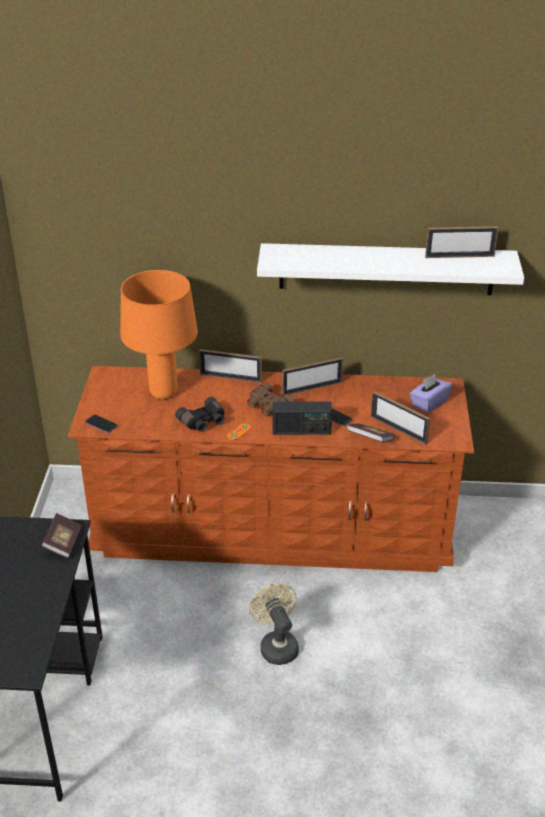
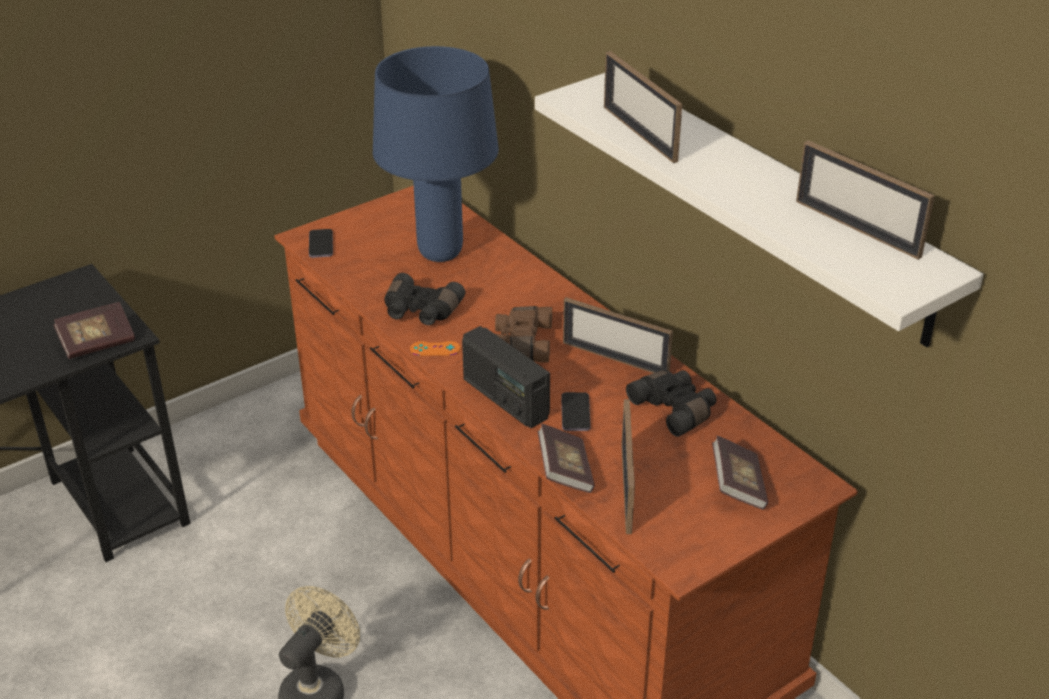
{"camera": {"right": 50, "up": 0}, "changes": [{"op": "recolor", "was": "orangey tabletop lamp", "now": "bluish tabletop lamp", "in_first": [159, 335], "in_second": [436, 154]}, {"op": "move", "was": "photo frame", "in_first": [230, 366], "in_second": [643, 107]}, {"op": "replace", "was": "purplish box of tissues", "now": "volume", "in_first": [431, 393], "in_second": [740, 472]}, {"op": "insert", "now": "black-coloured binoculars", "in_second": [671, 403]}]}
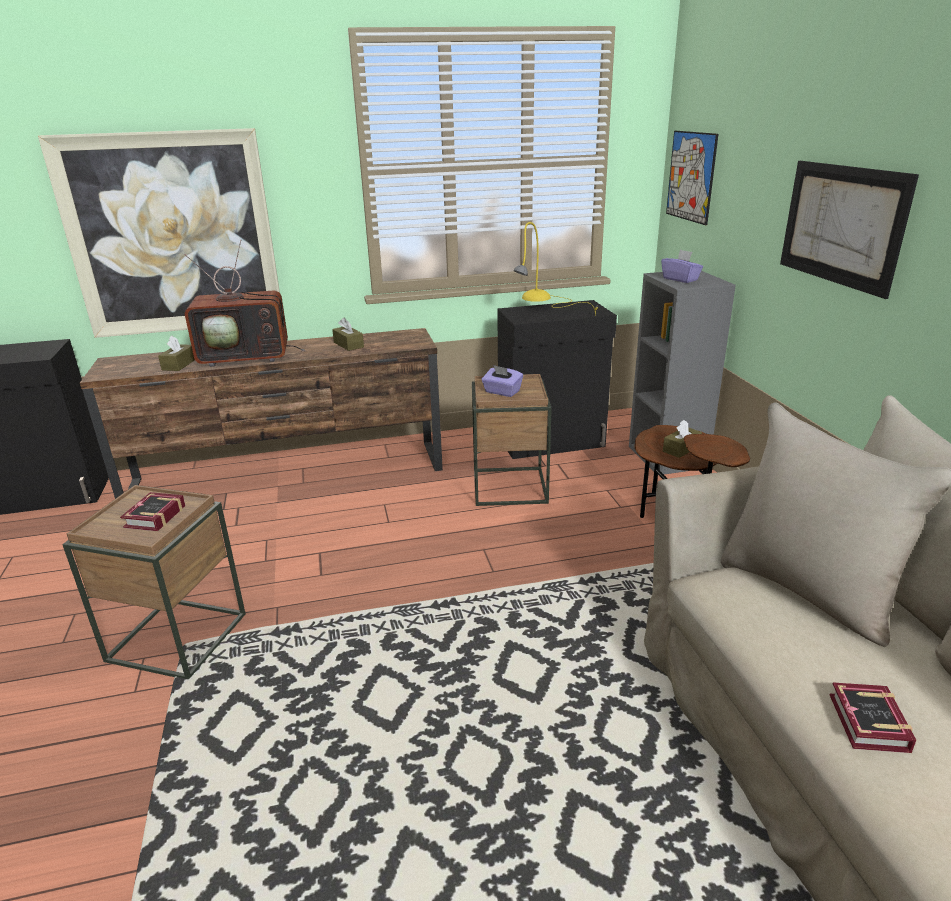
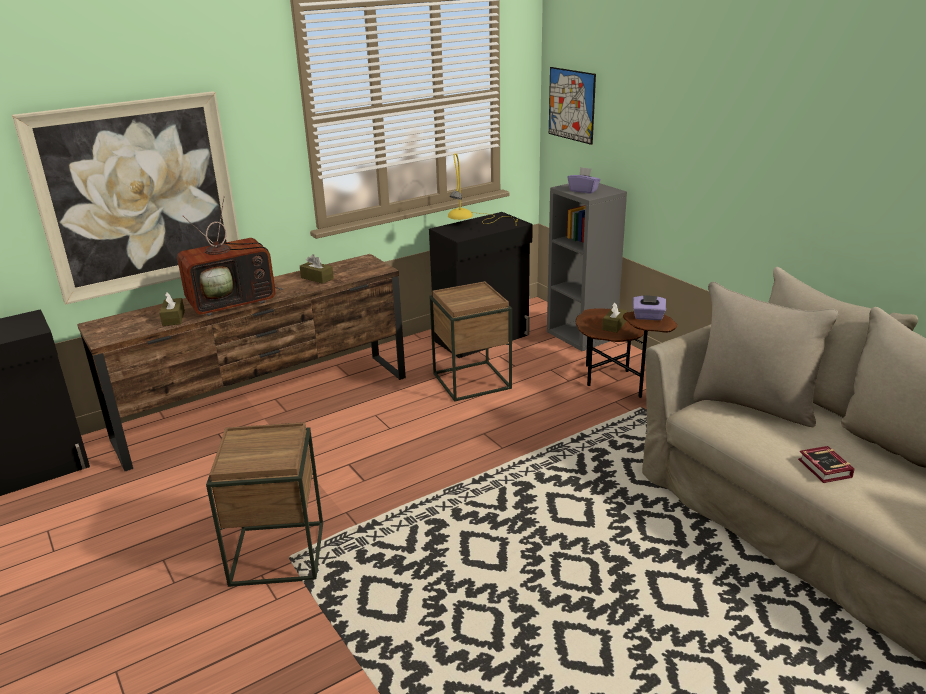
{"camera": {"right": -20, "up": 0}, "changes": [{"op": "delete", "was": "wall art", "in_first": [849, 230]}, {"op": "move", "was": "purplish box of tissues", "in_first": [502, 381], "in_second": [649, 307]}, {"op": "delete", "was": "volume", "in_first": [152, 511]}]}
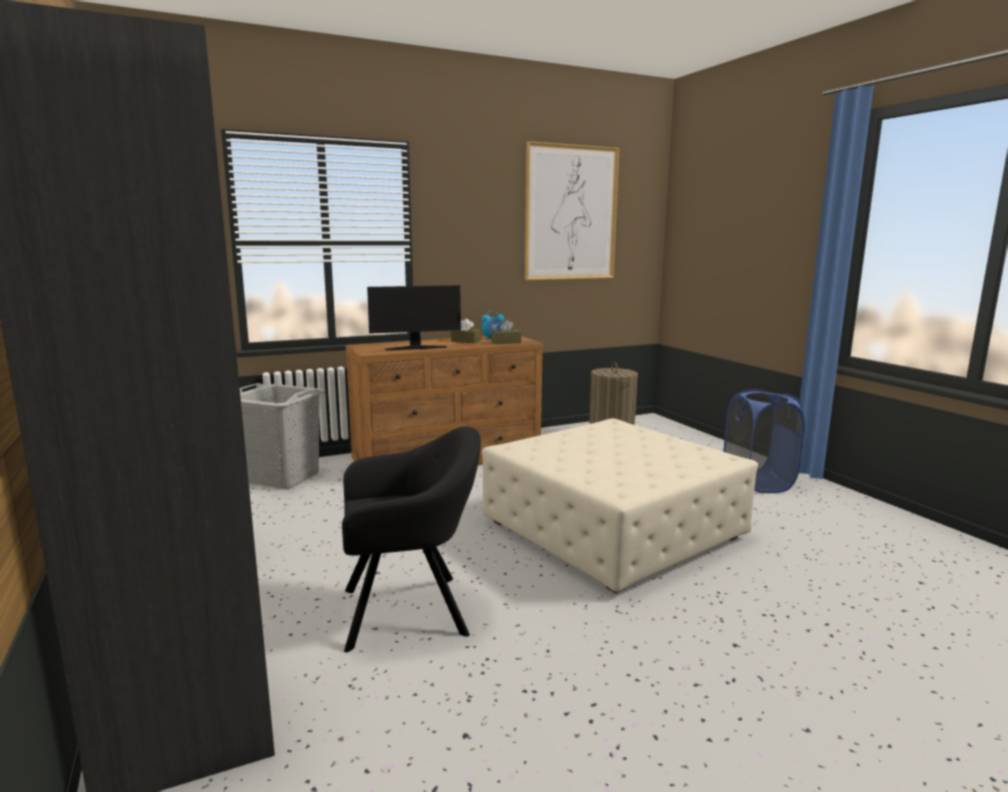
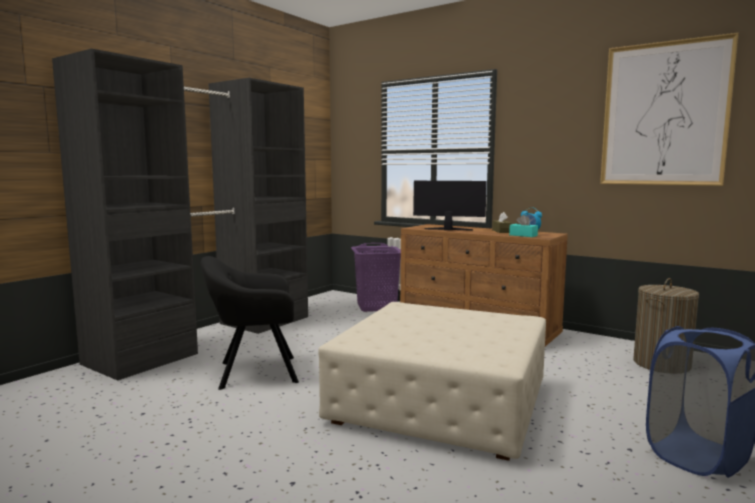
{"camera": {"right": 60, "up": -5}, "changes": [{"op": "rotate", "was": "computer screen", "in_first": [414, 317], "in_second": [450, 206], "clockwise": 150}, {"op": "recolor", "was": "brownish box of tissues", "now": "turquoise box of tissues", "in_first": [506, 332], "in_second": [523, 226]}, {"op": "recolor", "was": "grey washing basket", "now": "purplish washing basket", "in_first": [283, 436], "in_second": [376, 277]}, {"op": "rotate", "was": "black-coloured lounge chair", "in_first": [411, 539], "in_second": [250, 323], "clockwise": 120}]}
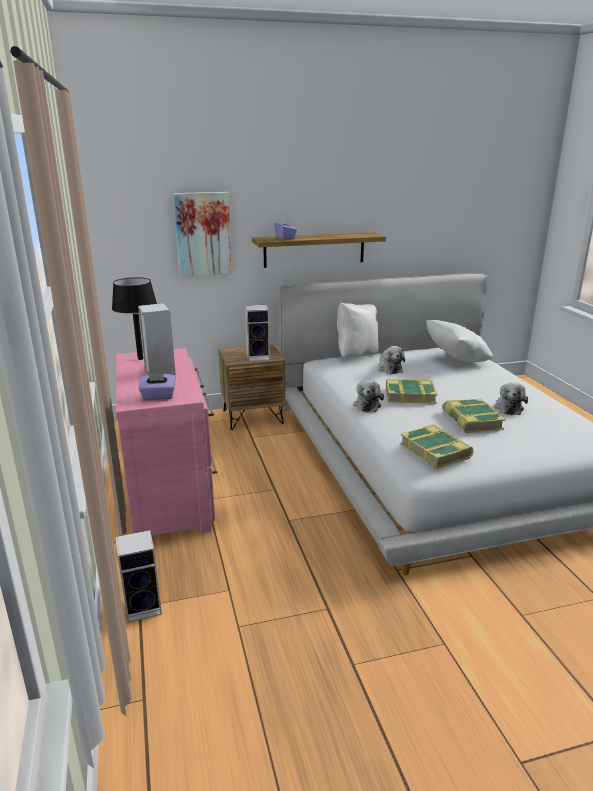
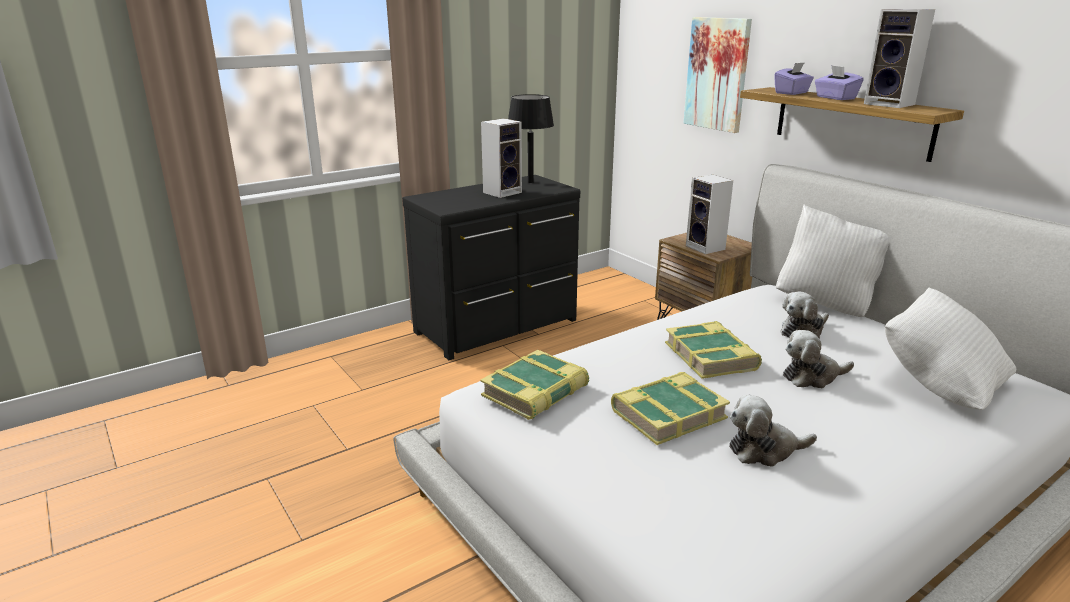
{"camera": {"right": 70, "up": 0}, "changes": [{"op": "recolor", "was": "pink chest of drawers", "now": "black-coloured chest of drawers", "in_first": [166, 442], "in_second": [491, 267]}, {"op": "move", "was": "purplish box of tissues", "in_first": [157, 386], "in_second": [839, 82]}, {"op": "move", "was": "soft toy", "in_first": [368, 396], "in_second": [818, 359]}, {"op": "move", "was": "speaker", "in_first": [139, 576], "in_second": [899, 58]}]}
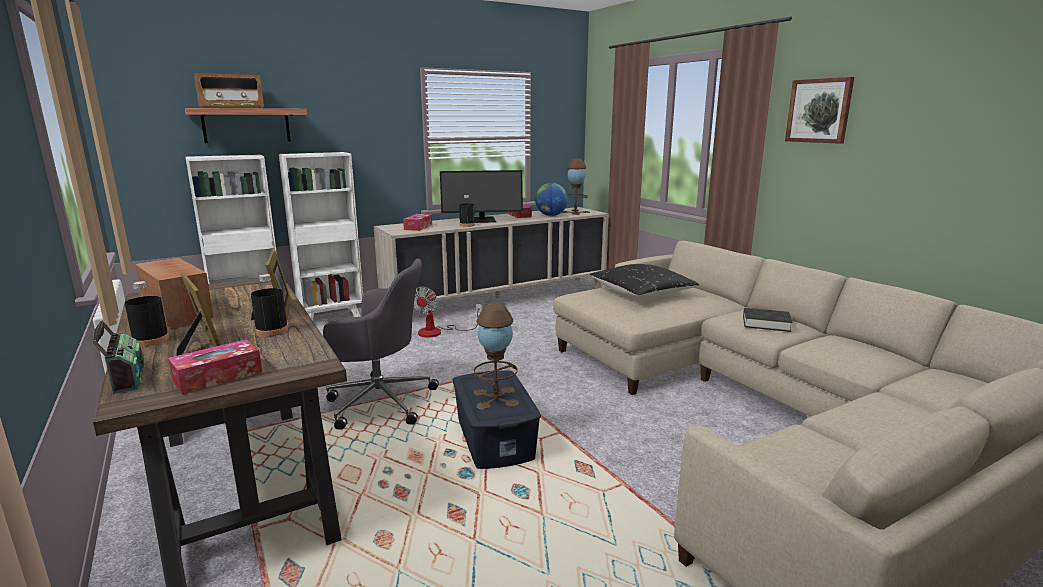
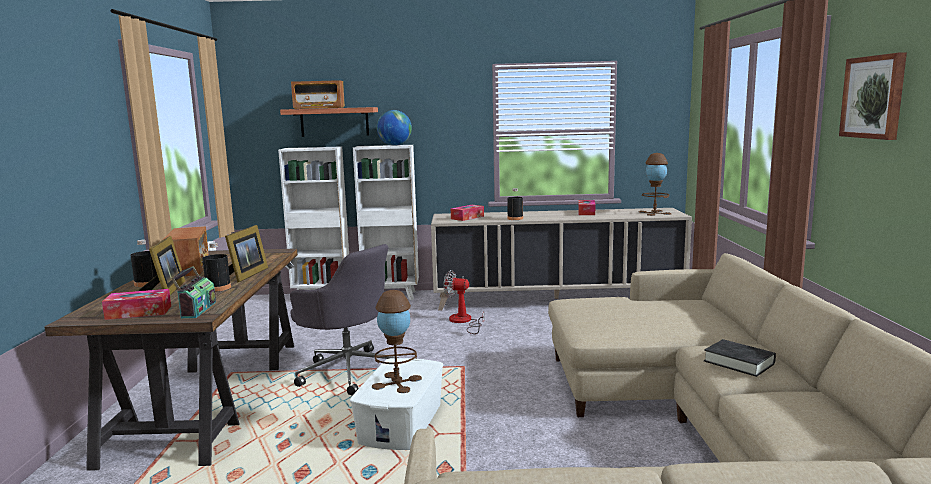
{"camera": {"right": 30, "up": -5}, "changes": [{"op": "delete", "was": "computer screen", "in_first": [481, 196]}, {"op": "move", "was": "world globe", "in_first": [551, 199], "in_second": [394, 128]}, {"op": "delete", "was": "black-coloured throw pillow", "in_first": [644, 280]}, {"op": "rotate", "was": "fan", "in_first": [447, 312], "in_second": [464, 302], "clockwise": 60}, {"op": "move", "was": "radio", "in_first": [118, 357], "in_second": [194, 292]}, {"op": "recolor", "was": "bluish storage container", "now": "white-coloured storage container", "in_first": [497, 419], "in_second": [397, 404]}]}
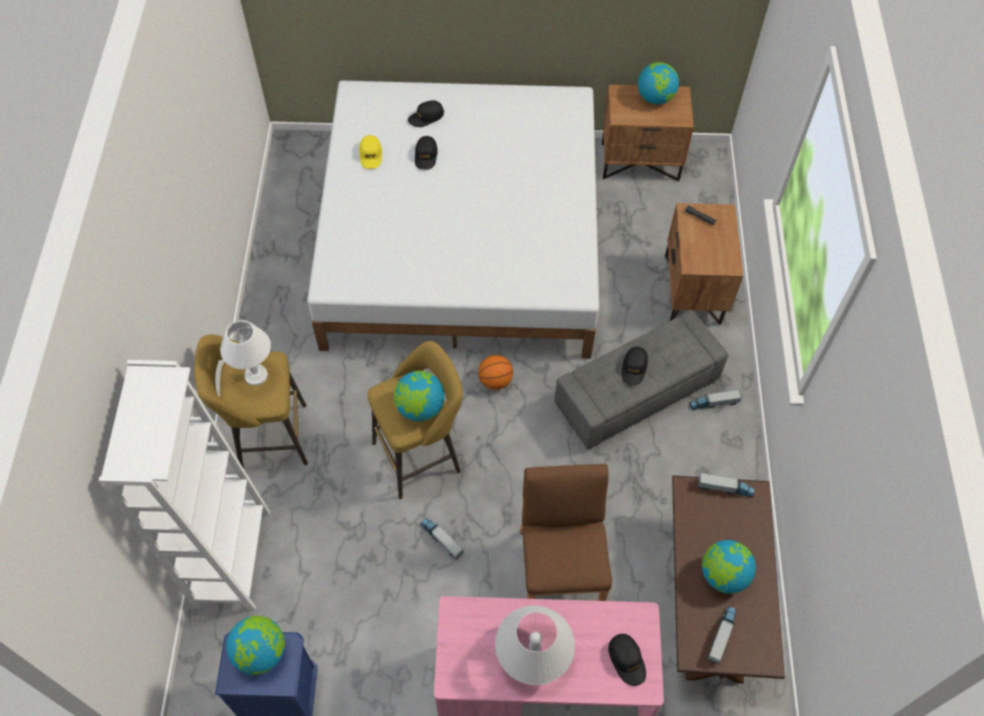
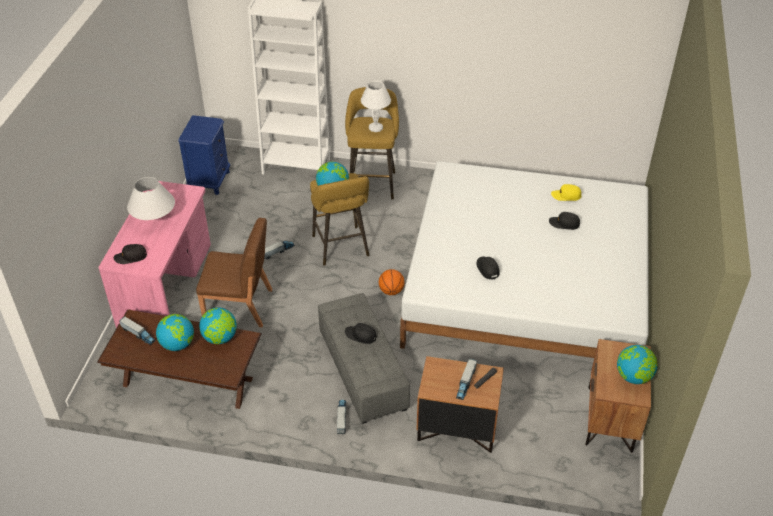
{"camera": {"right": 100, "up": -15}, "changes": [{"op": "move", "was": "black-coloured baseball cap", "in_first": [426, 113], "in_second": [488, 268]}, {"op": "move", "was": "model truck", "in_first": [726, 485], "in_second": [466, 379]}, {"op": "move", "was": "world globe", "in_first": [255, 645], "in_second": [218, 326]}]}
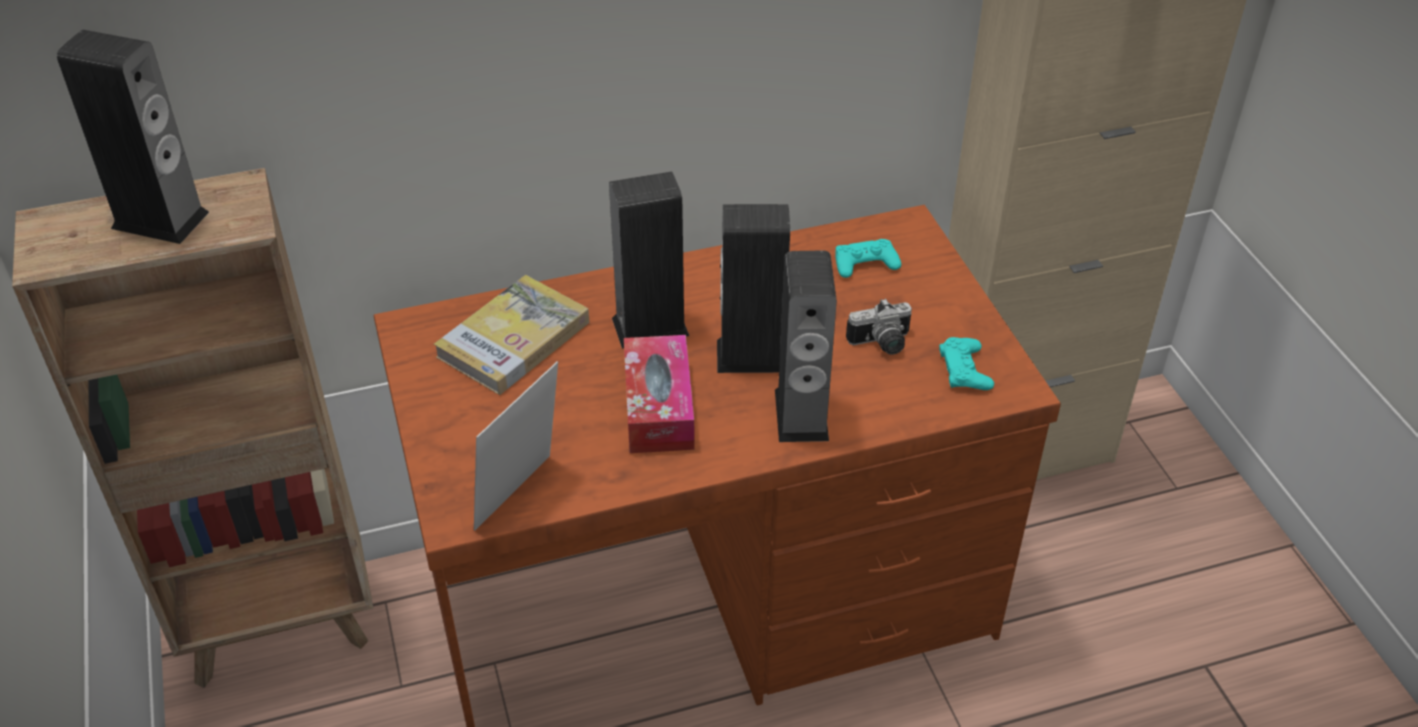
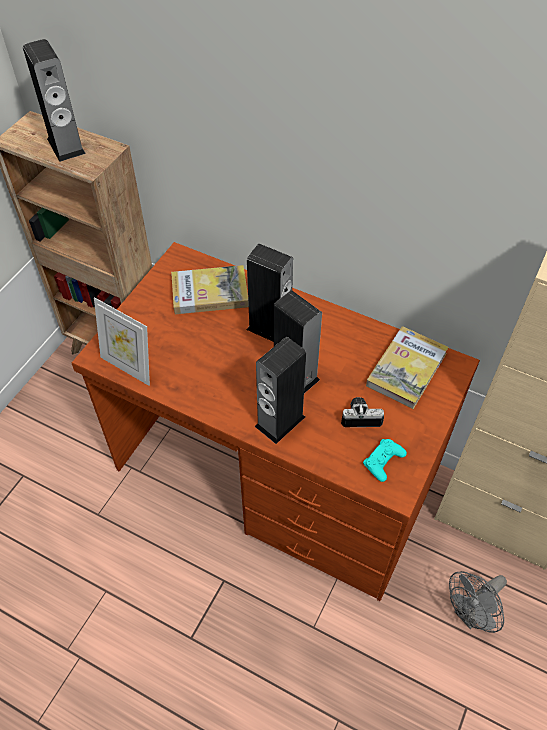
{"camera": {"right": 45, "up": 10}, "changes": [{"op": "replace", "was": "turquoise joypad", "now": "volume", "in_first": [868, 258], "in_second": [407, 367]}, {"op": "rotate", "was": "still camera", "in_first": [879, 326], "in_second": [362, 412], "clockwise": 150}, {"op": "delete", "was": "box of tissues", "in_first": [659, 394]}, {"op": "rotate", "was": "photo frame", "in_first": [516, 446], "in_second": [122, 341], "clockwise": -135}, {"op": "insert", "now": "grey fan", "in_second": [478, 602]}]}
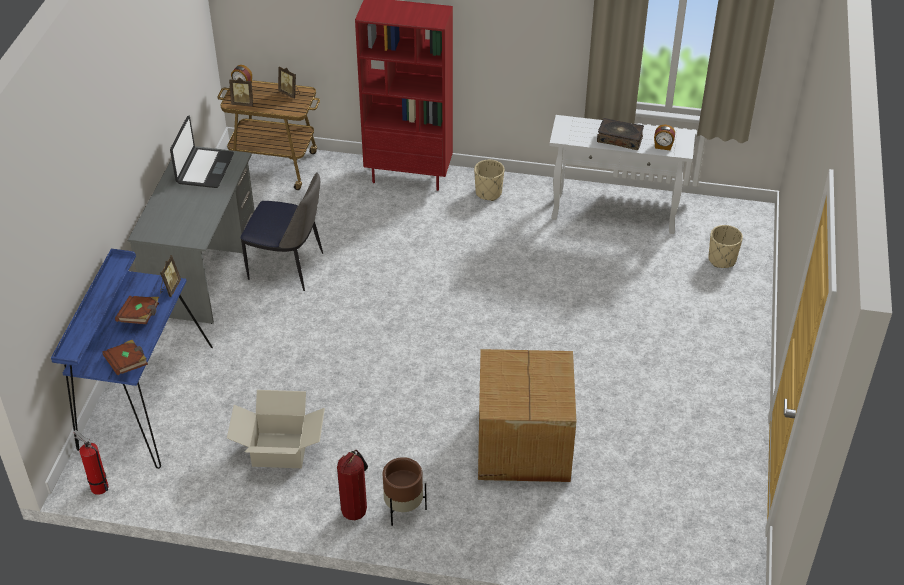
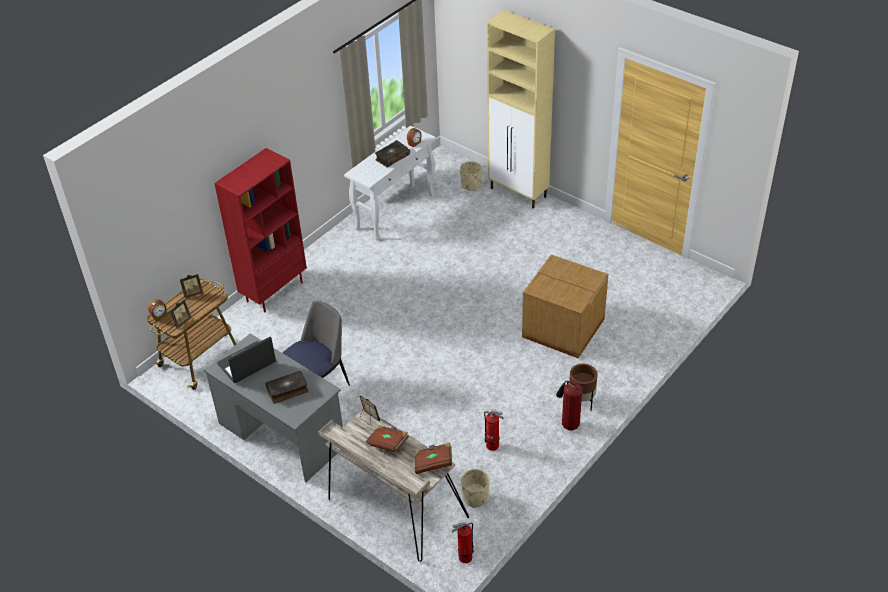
{"camera": {"right": -60, "up": 0}, "changes": [{"op": "rotate", "was": "laptop", "in_first": [202, 152], "in_second": [246, 360], "clockwise": -75}, {"op": "move", "was": "beige-coloured flower pot", "in_first": [489, 180], "in_second": [475, 488]}, {"op": "recolor", "was": "bluish desk table", "now": "beige-coloured desk table", "in_first": [132, 358], "in_second": [393, 485]}, {"op": "replace", "was": "packing box", "now": "fire-fighting cylinder", "in_first": [276, 429], "in_second": [494, 430]}, {"op": "insert", "now": "beige-coloured storage cabinet", "in_second": [521, 109]}, {"op": "insert", "now": "volume", "in_second": [286, 387]}]}
